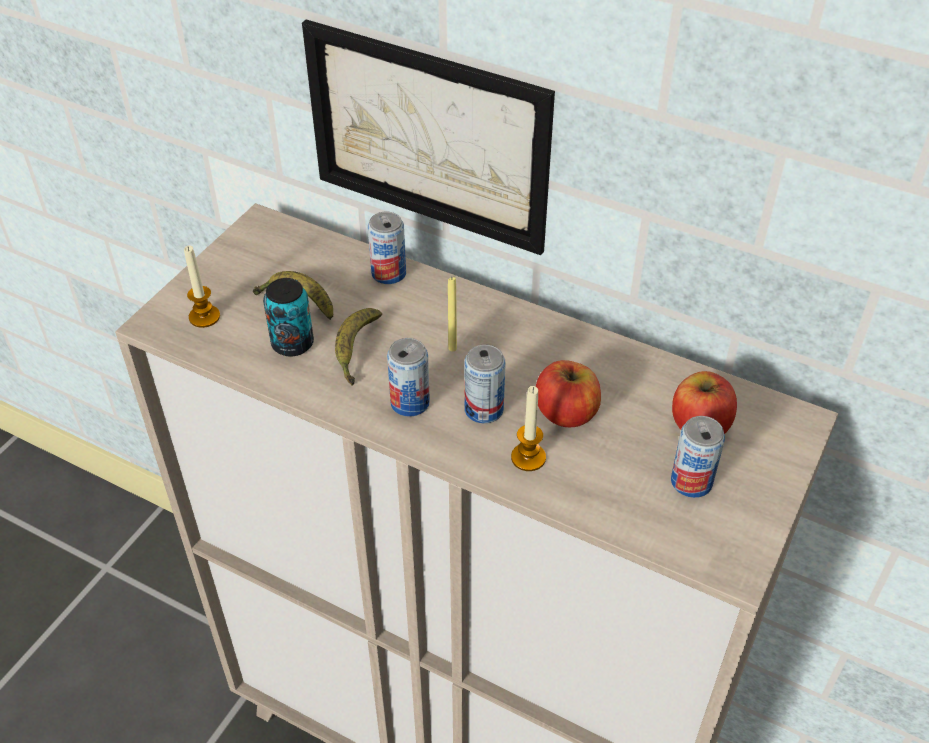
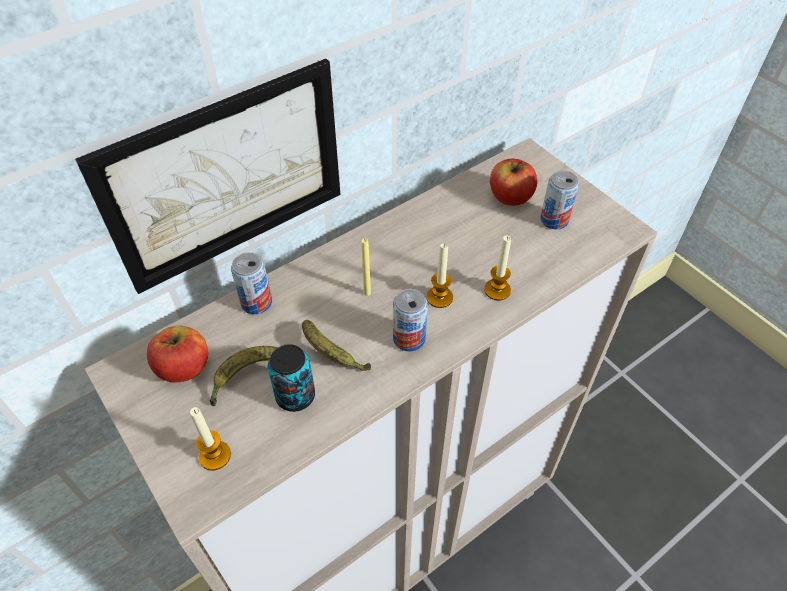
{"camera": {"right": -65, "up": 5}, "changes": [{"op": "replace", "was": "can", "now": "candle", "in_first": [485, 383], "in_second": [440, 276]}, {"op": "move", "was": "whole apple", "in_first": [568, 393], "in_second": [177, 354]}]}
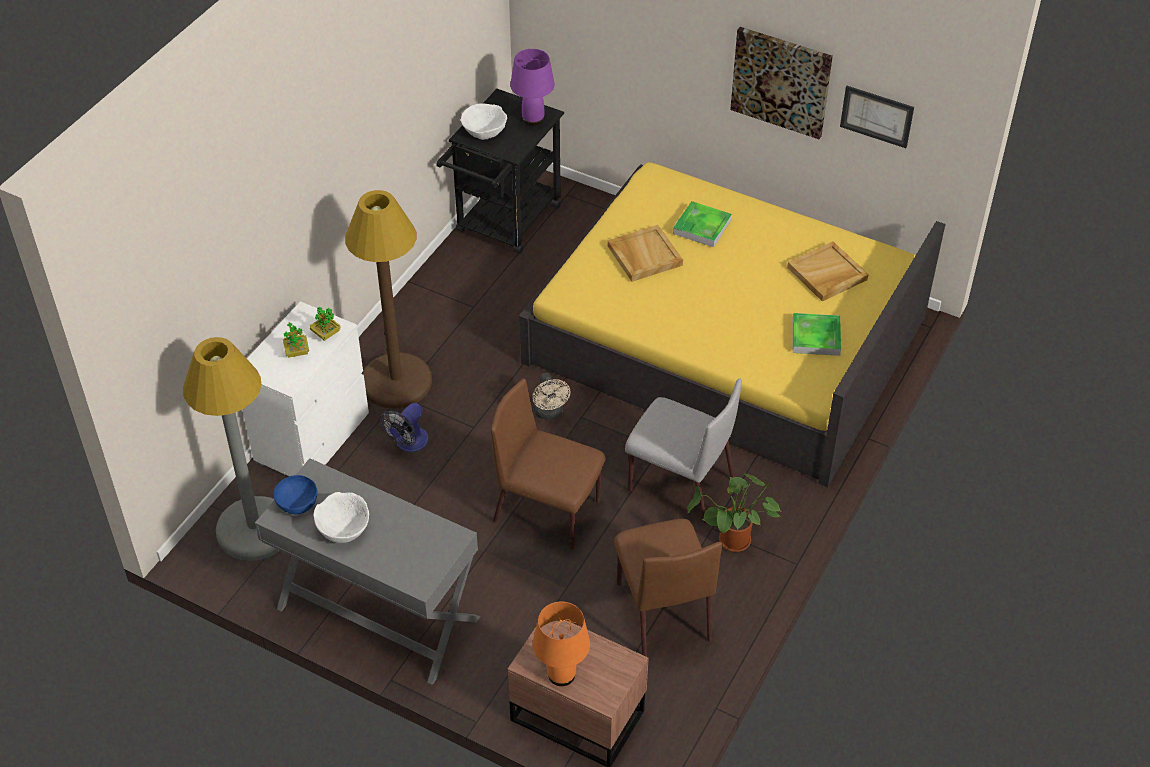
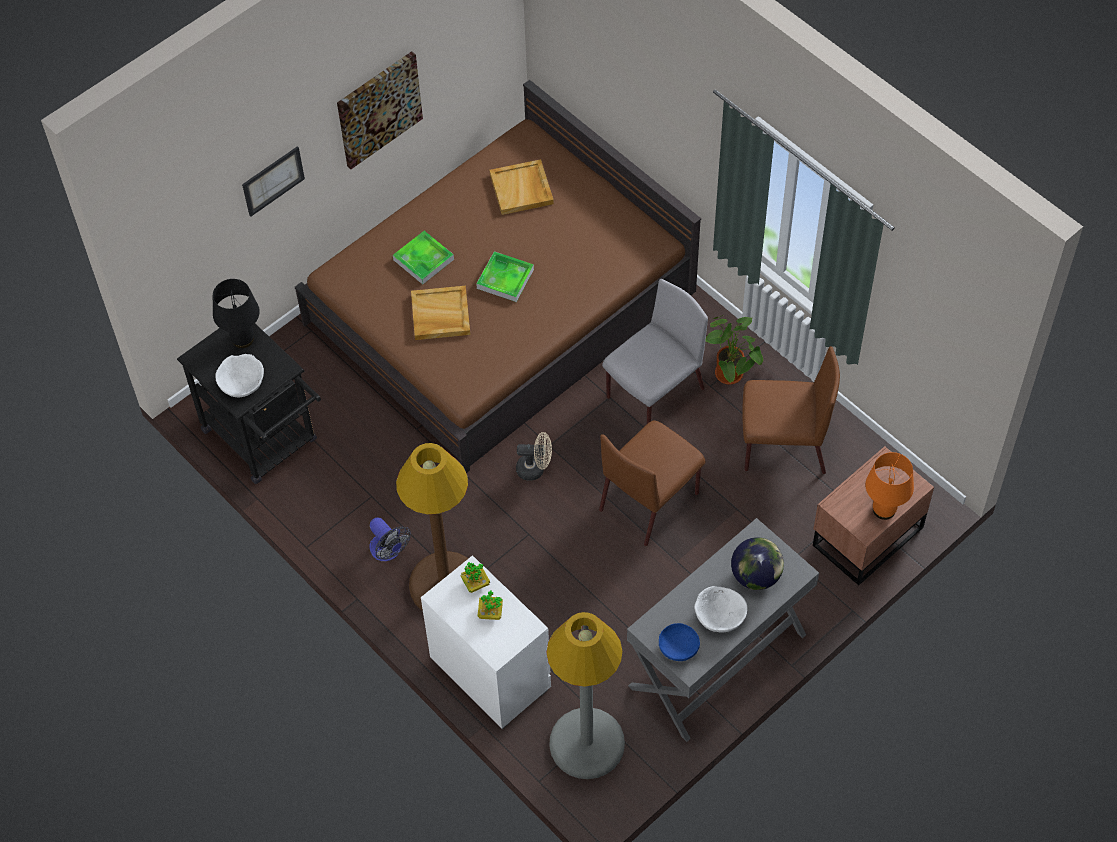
{"camera": {"right": -70, "up": 10}, "changes": [{"op": "recolor", "was": "purplish tabletop lamp", "now": "black-coloured tabletop lamp", "in_first": [532, 87], "in_second": [236, 313]}, {"op": "move", "was": "wall art", "in_first": [877, 117], "in_second": [273, 181]}, {"op": "recolor", "was": "yellowish sleeping bed", "now": "brownish sleeping bed", "in_first": [732, 324], "in_second": [498, 276]}, {"op": "move", "was": "carrying tray", "in_first": [816, 334], "in_second": [505, 276]}, {"op": "move", "was": "fan", "in_first": [404, 427], "in_second": [390, 539]}, {"op": "insert", "now": "world globe", "in_second": [757, 563]}]}
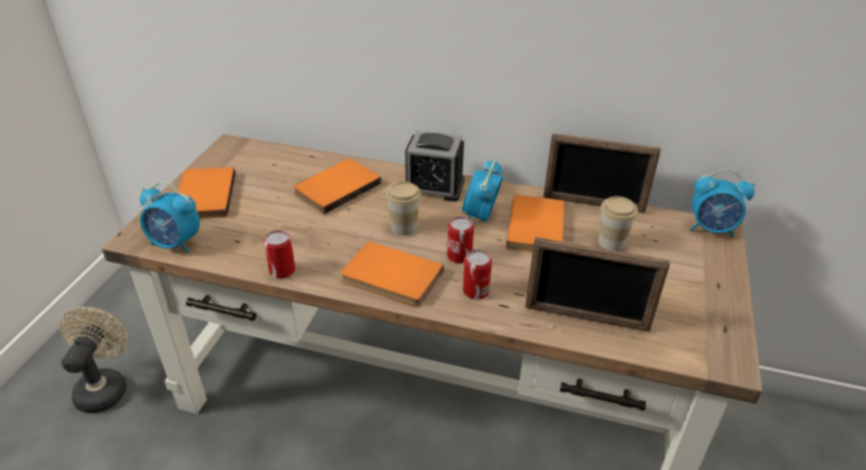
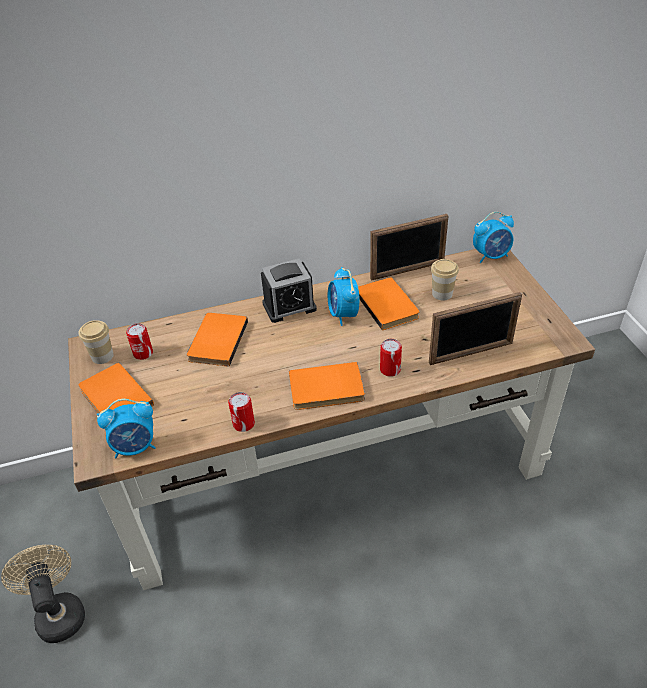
{"camera": {"right": -30, "up": 5}, "changes": [{"op": "move", "was": "drinking cup", "in_first": [403, 208], "in_second": [96, 342]}, {"op": "move", "was": "can", "in_first": [460, 240], "in_second": [139, 341]}]}
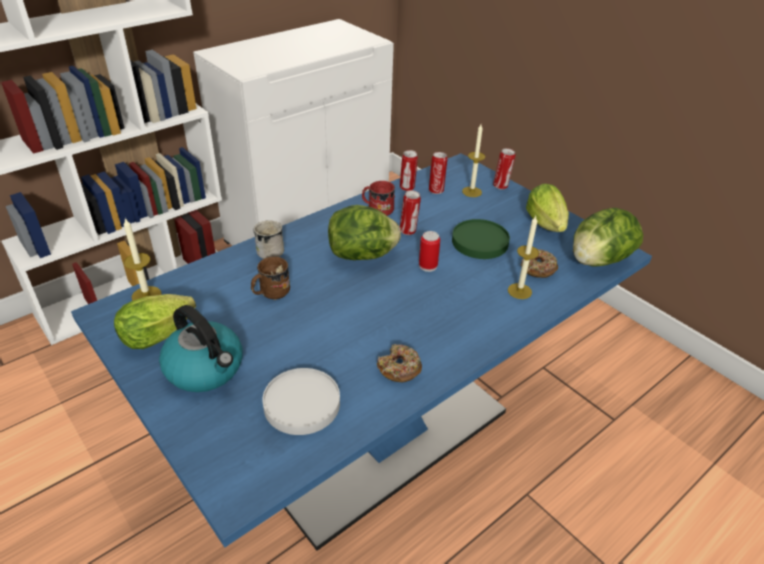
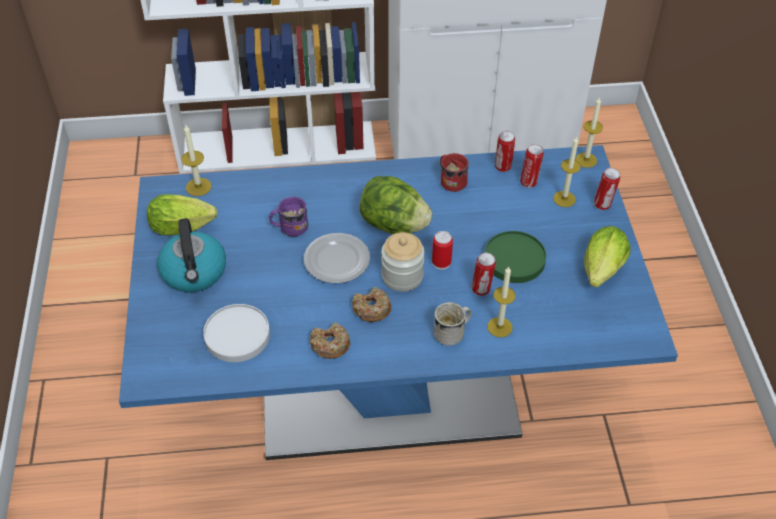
{"camera": {"right": 35, "up": 10}, "changes": [{"op": "move", "was": "can", "in_first": [410, 212], "in_second": [484, 274]}, {"op": "delete", "was": "lettuce", "in_first": [608, 237]}, {"op": "move", "was": "white-coloured coffee mug", "in_first": [268, 240], "in_second": [452, 324]}, {"op": "move", "was": "doughnut", "in_first": [539, 263], "in_second": [372, 304]}, {"op": "recolor", "was": "brownish coffee mug", "now": "purplish coffee mug", "in_first": [270, 278], "in_second": [288, 217]}, {"op": "insert", "now": "candle", "in_second": [589, 132]}, {"op": "insert", "now": "storage jar", "in_second": [403, 262]}, {"op": "insert", "now": "flat dish", "in_second": [337, 258]}]}
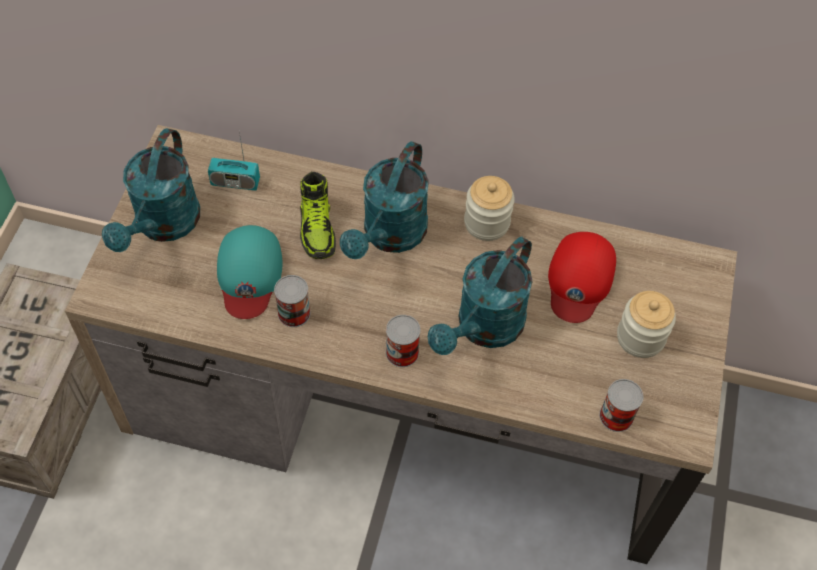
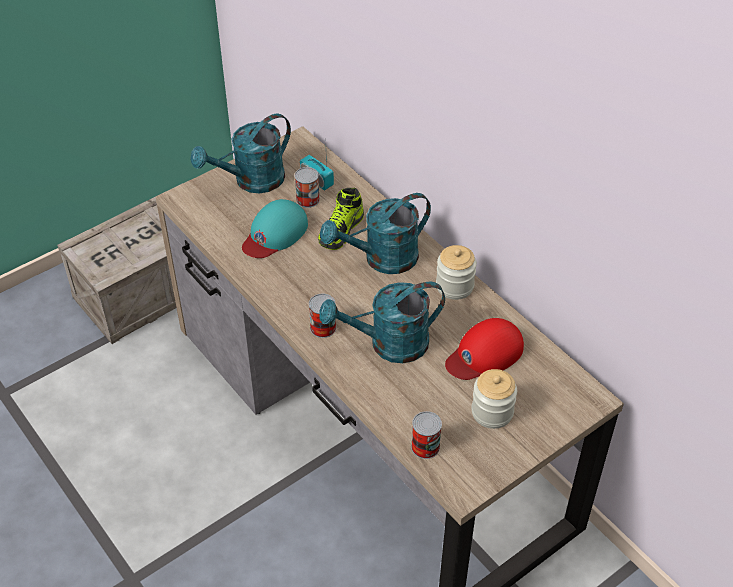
{"camera": {"right": 40, "up": -10}, "changes": [{"op": "move", "was": "can", "in_first": [292, 301], "in_second": [307, 187]}]}
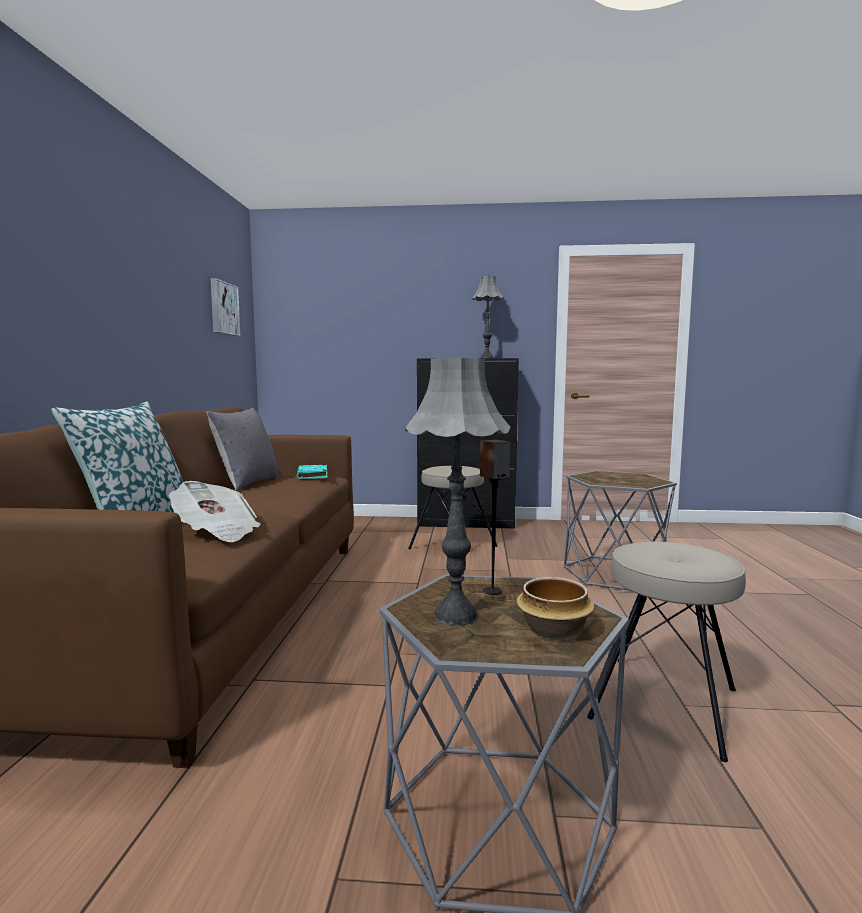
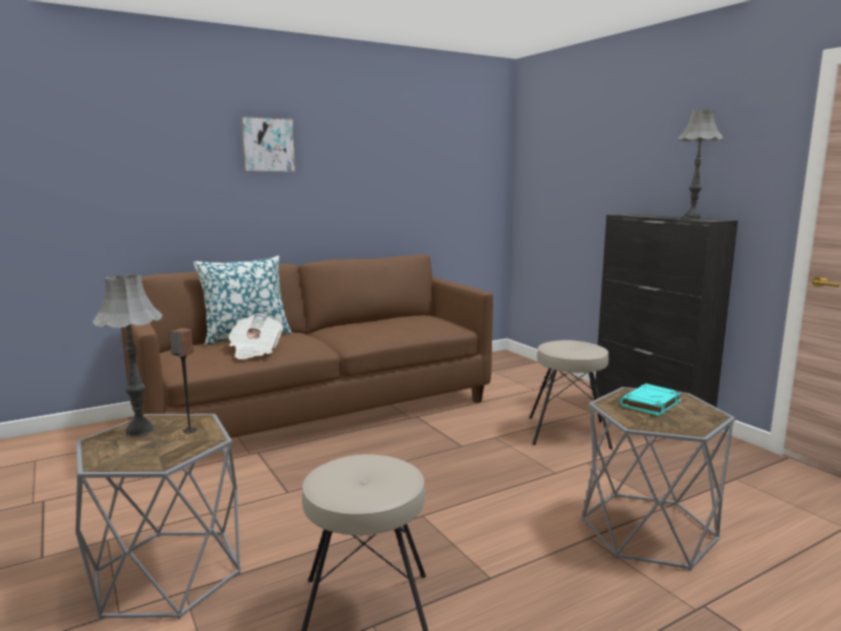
{"camera": {"right": 55, "up": 5}, "changes": [{"op": "move", "was": "wall art", "in_first": [225, 307], "in_second": [268, 144]}, {"op": "delete", "was": "grey throw pillow", "in_first": [243, 449]}, {"op": "move", "was": "turquoise volume", "in_first": [312, 472], "in_second": [651, 400]}, {"op": "delete", "was": "serving bowl", "in_first": [555, 608]}]}
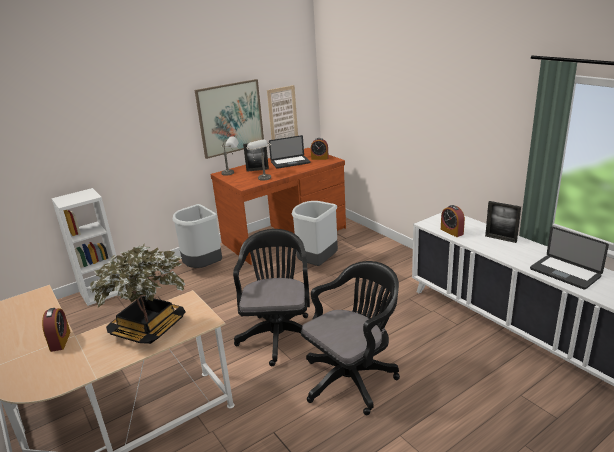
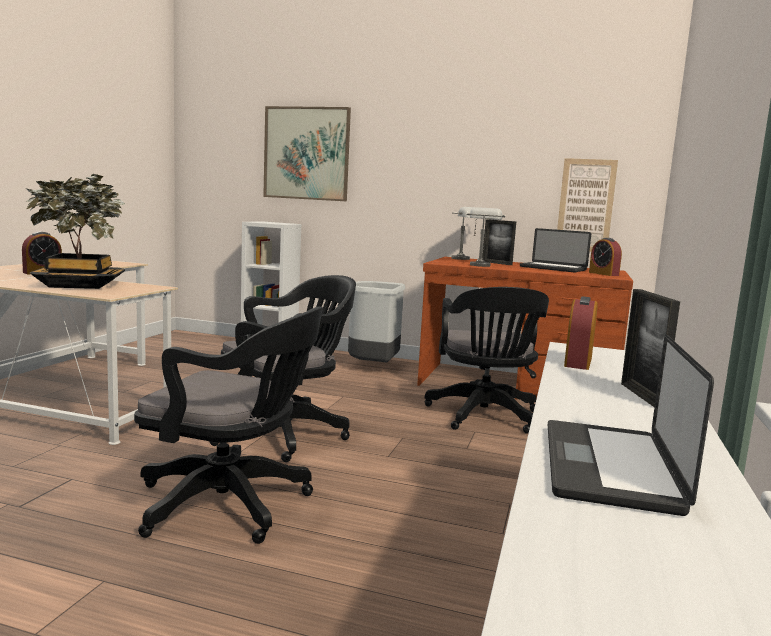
{"camera": {"right": 50, "up": -15}, "changes": [{"op": "move", "was": "wall art", "in_first": [229, 119], "in_second": [307, 154]}, {"op": "replace", "was": "grey waste bin", "now": "black-coloured computer chair", "in_first": [315, 233], "in_second": [487, 360]}]}
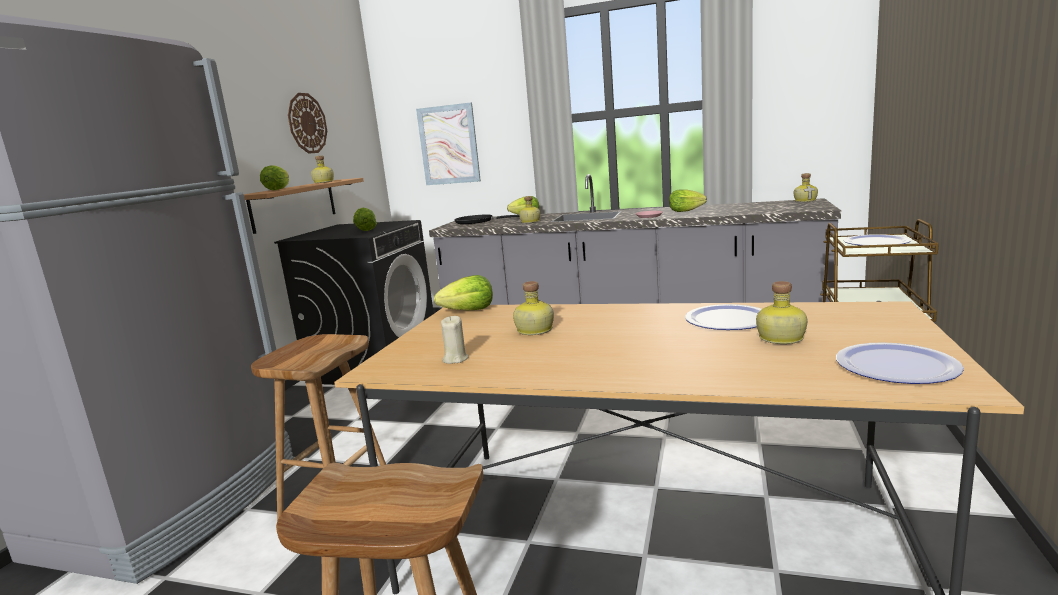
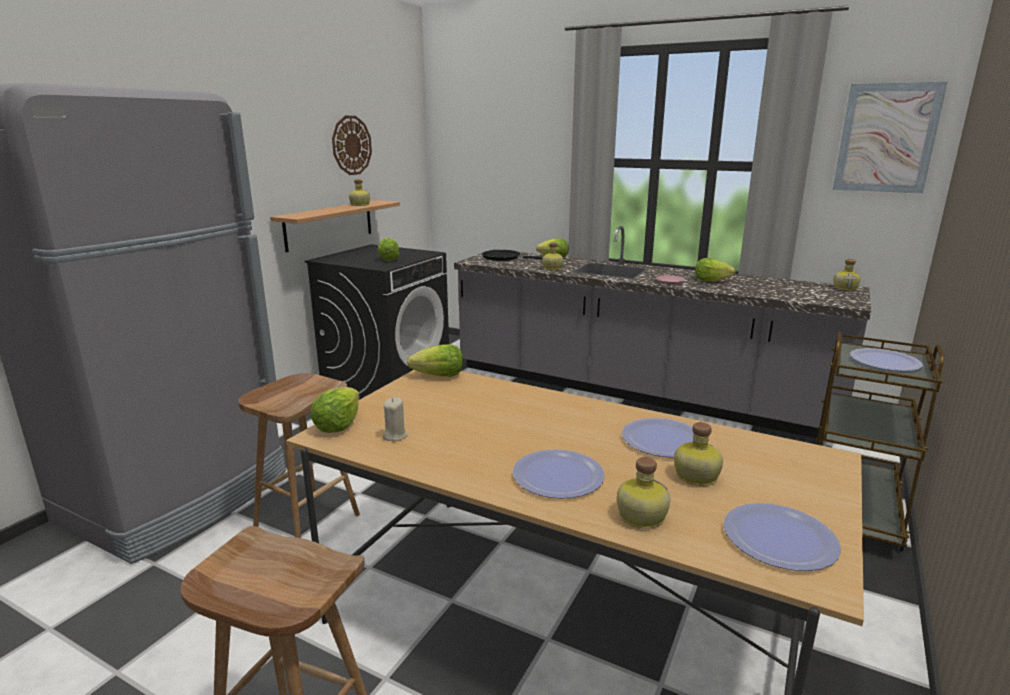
{"camera": {"right": 10, "up": 5}, "changes": [{"op": "move", "was": "wall art", "in_first": [448, 143], "in_second": [890, 137]}, {"op": "move", "was": "lettuce", "in_first": [274, 177], "in_second": [335, 410]}, {"op": "move", "was": "drink bottle", "in_first": [533, 308], "in_second": [643, 493]}, {"op": "insert", "now": "flat dish", "in_second": [559, 474]}]}
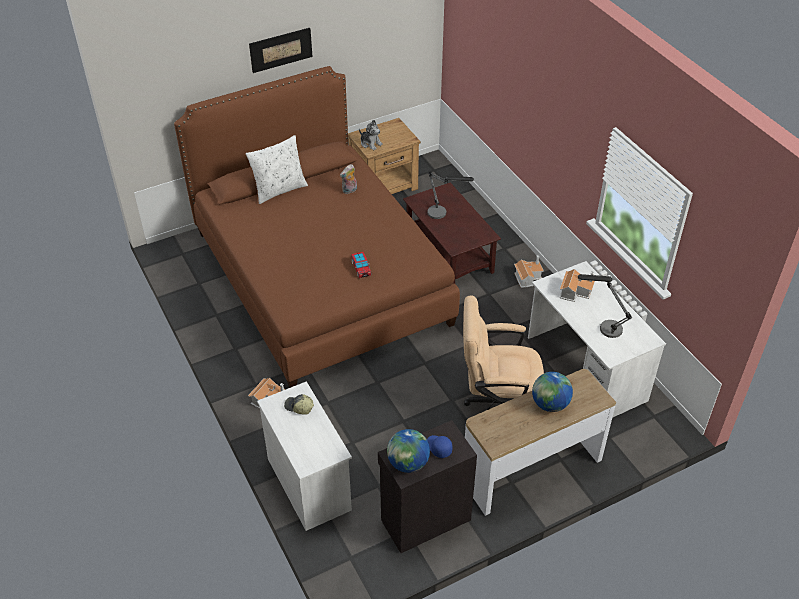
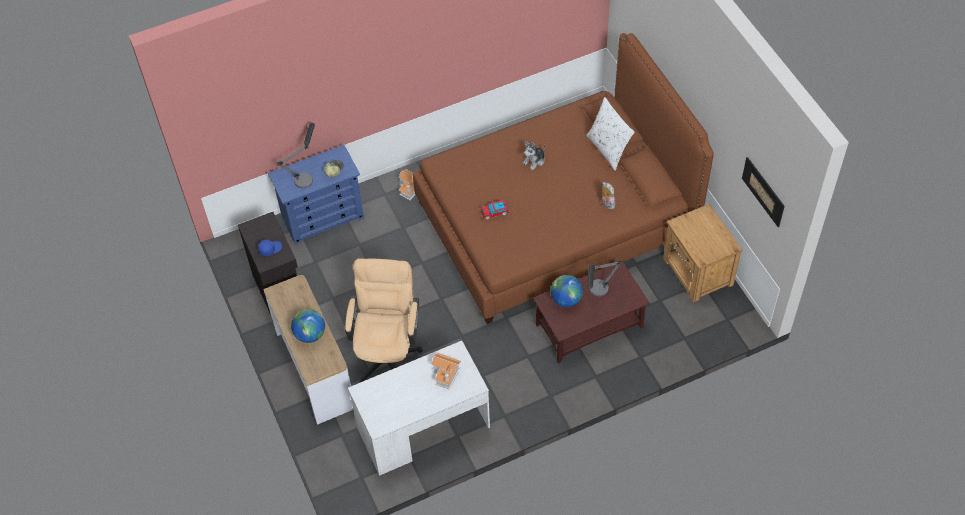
{"camera": {"right": 95, "up": 10}, "changes": [{"op": "move", "was": "wall art", "in_first": [280, 50], "in_second": [763, 192]}, {"op": "move", "was": "soft toy", "in_first": [371, 135], "in_second": [534, 155]}, {"op": "delete", "was": "toy house", "in_first": [529, 271]}, {"op": "move", "was": "tabletop lamp", "in_first": [605, 306], "in_second": [296, 155]}, {"op": "recolor", "was": "white-coloured chest of drawers", "now": "bluish chest of drawers", "in_first": [304, 456], "in_second": [316, 195]}, {"op": "move", "was": "world globe", "in_first": [408, 451], "in_second": [566, 291]}]}
